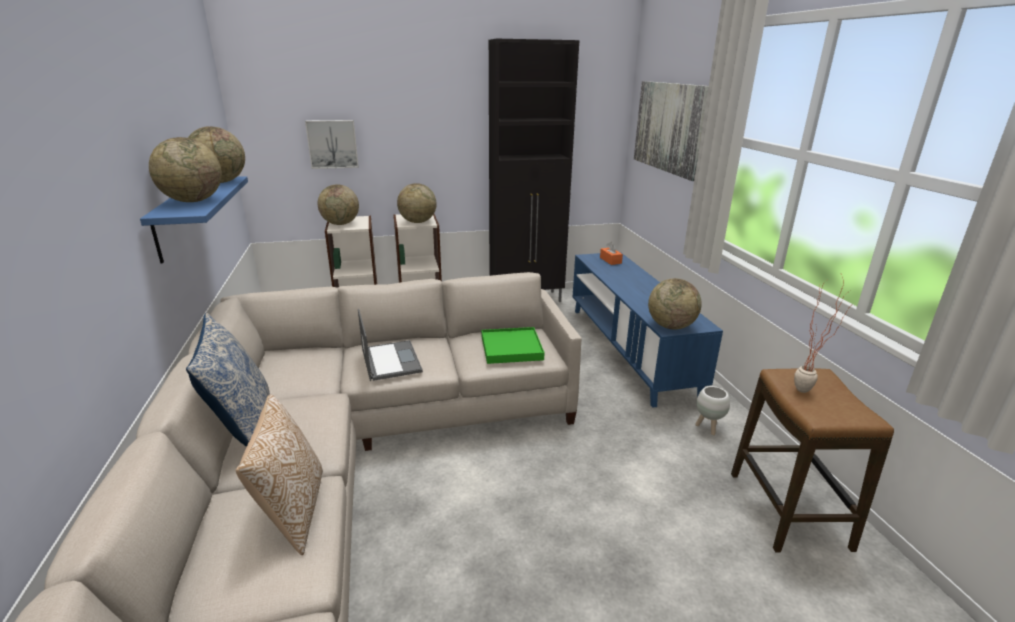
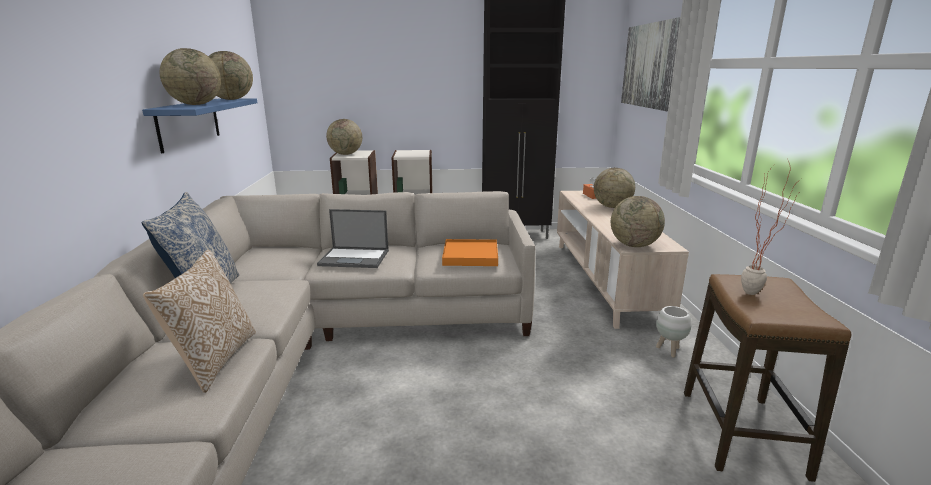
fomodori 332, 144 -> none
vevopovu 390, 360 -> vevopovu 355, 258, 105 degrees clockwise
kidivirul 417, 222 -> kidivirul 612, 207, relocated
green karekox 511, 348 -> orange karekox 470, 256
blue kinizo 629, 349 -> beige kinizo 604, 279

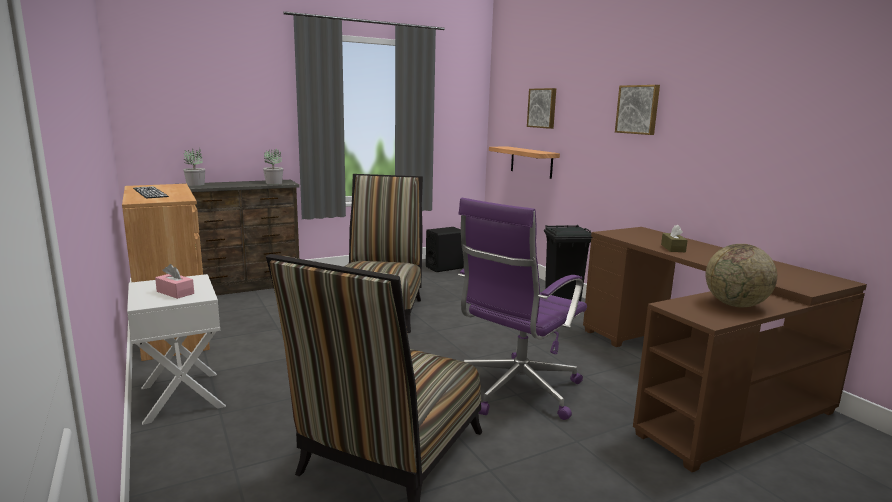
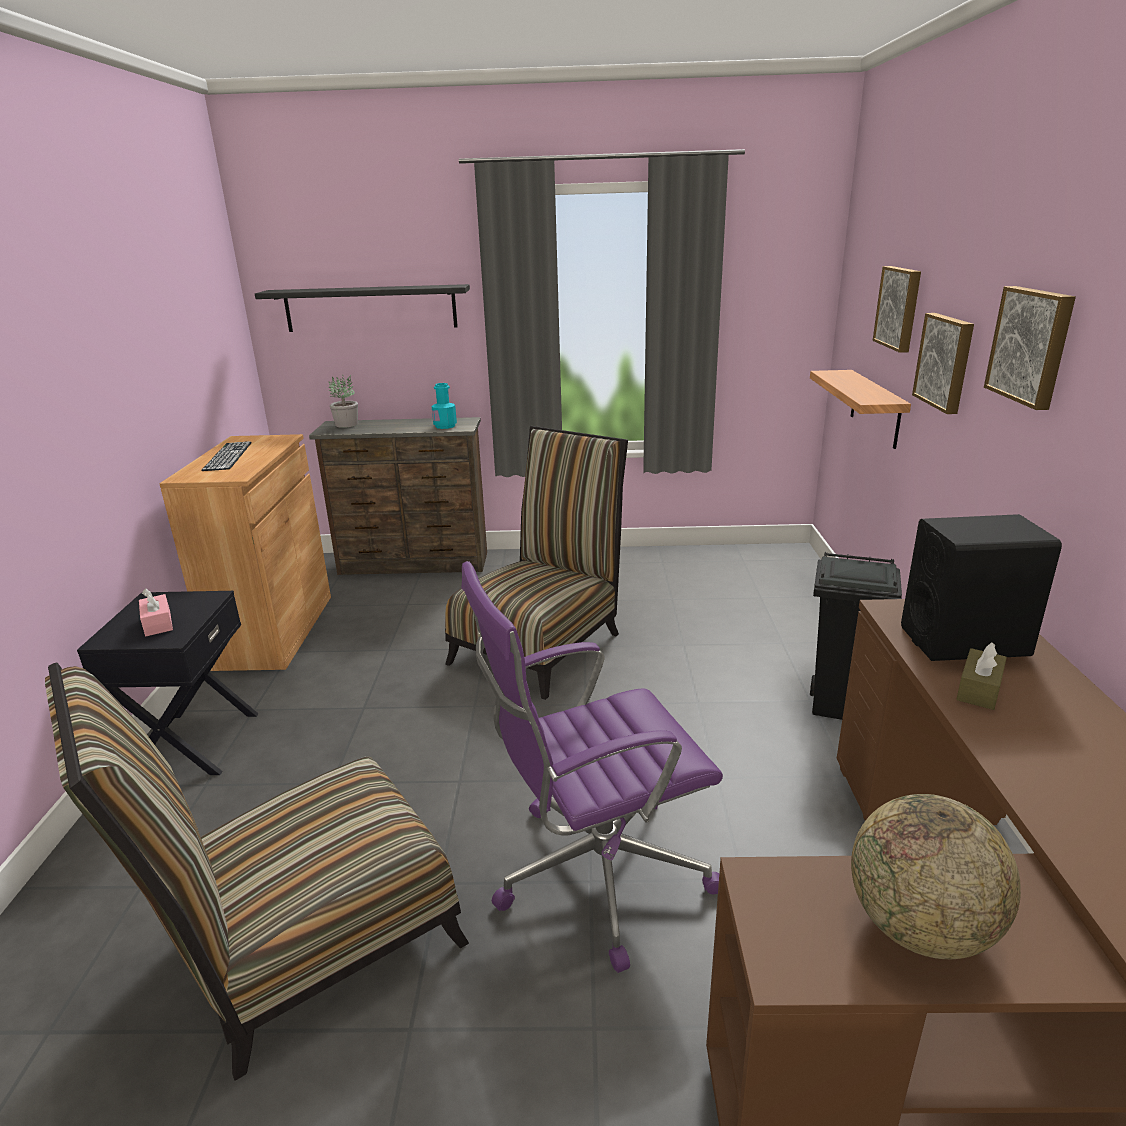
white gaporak 180, 397 -> black gaporak 193, 743
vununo 274, 183 -> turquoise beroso 445, 426
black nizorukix 444, 267 -> black nizorukix 964, 641, relocated
none -> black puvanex 370, 308
none -> fomodori 946, 362

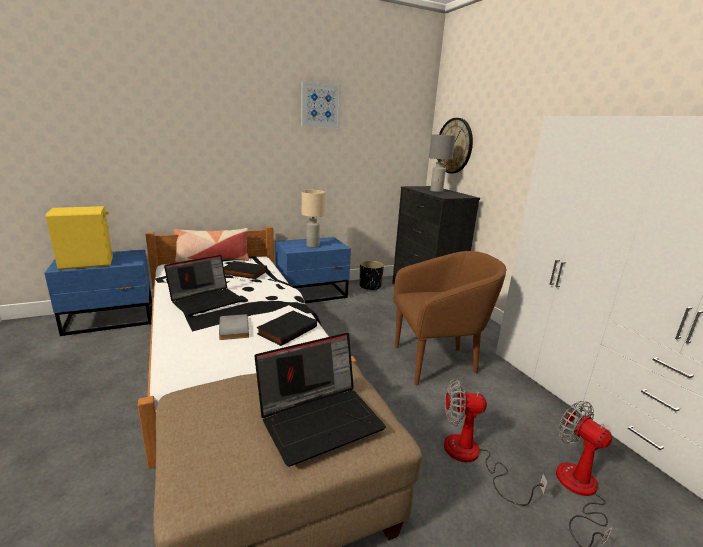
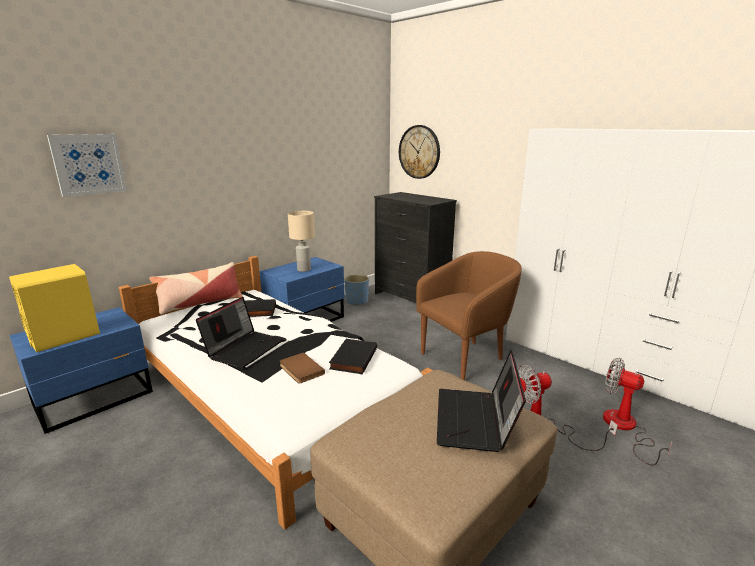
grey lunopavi 232, 328 -> brown lunopavi 300, 370
vevopovu 321, 419 -> vevopovu 475, 421, 150 degrees clockwise
fomodori 320, 105 -> fomodori 88, 164, relocated
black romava 370, 286 -> blue romava 356, 301
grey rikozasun 436, 191 -> none

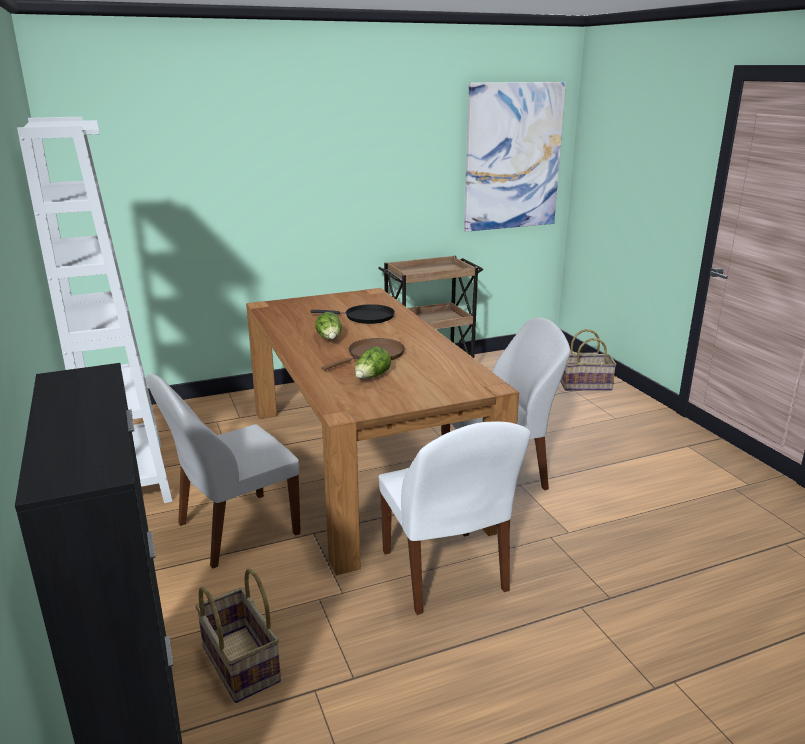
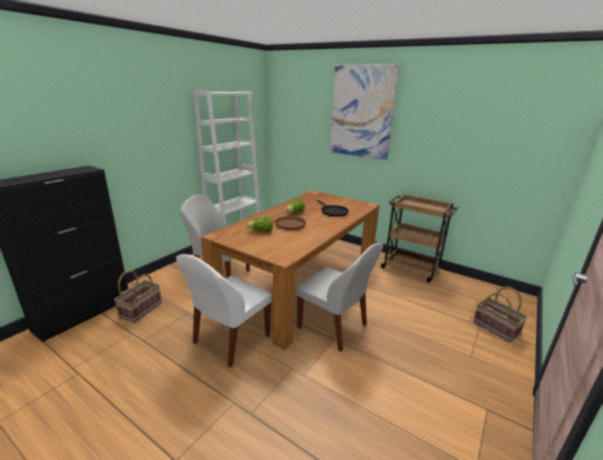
fomodori 512, 157 -> fomodori 362, 112, relocated

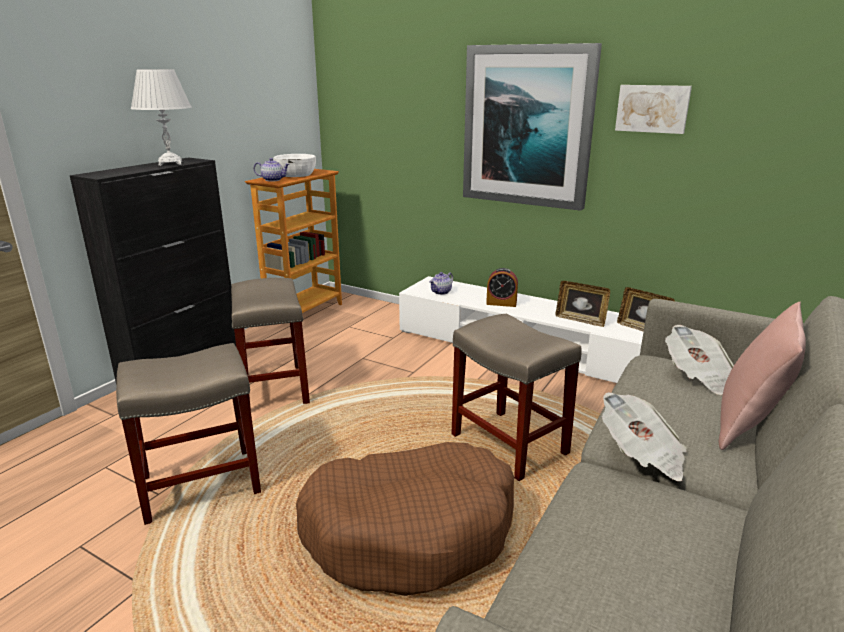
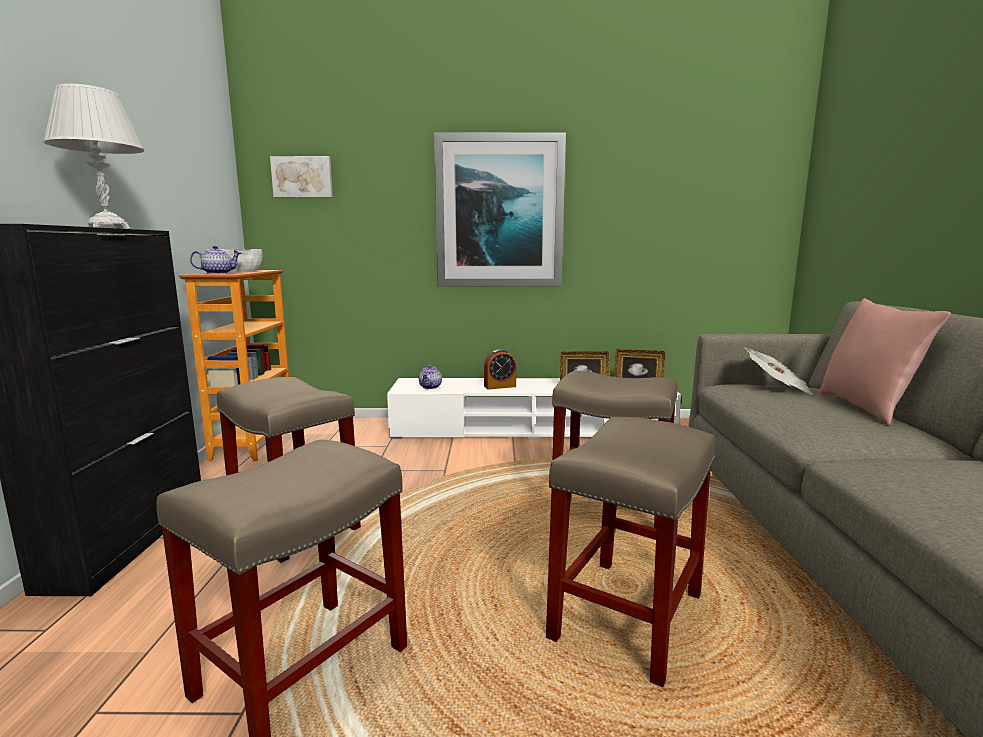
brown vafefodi 411, 531 -> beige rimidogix 627, 618
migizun 642, 455 -> none
fomodori 652, 108 -> fomodori 302, 177, relocated

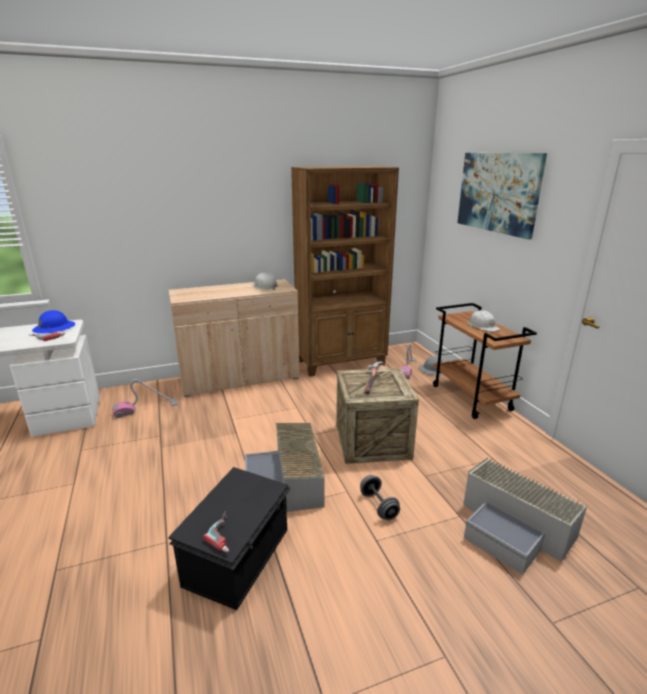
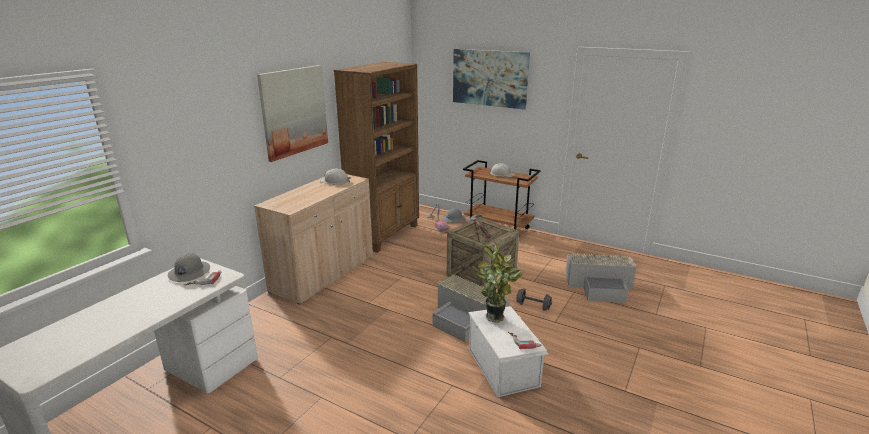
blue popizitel 54, 328 -> grey popizitel 189, 272
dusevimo 146, 408 -> none
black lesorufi 239, 556 -> white lesorufi 503, 366
none -> fomodori 294, 111
none -> vununo 496, 318

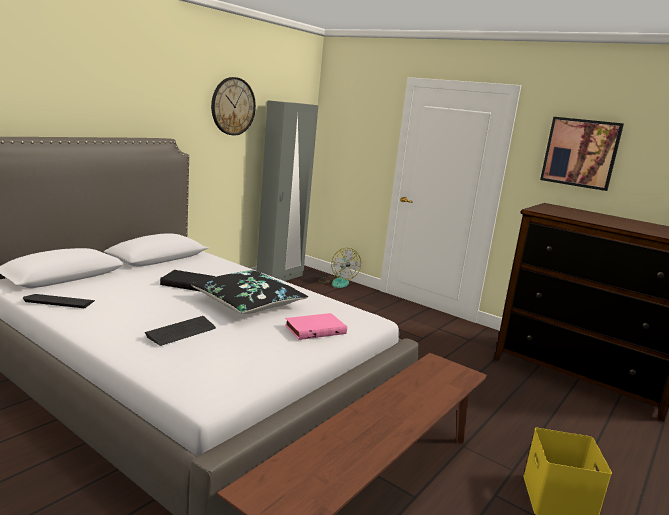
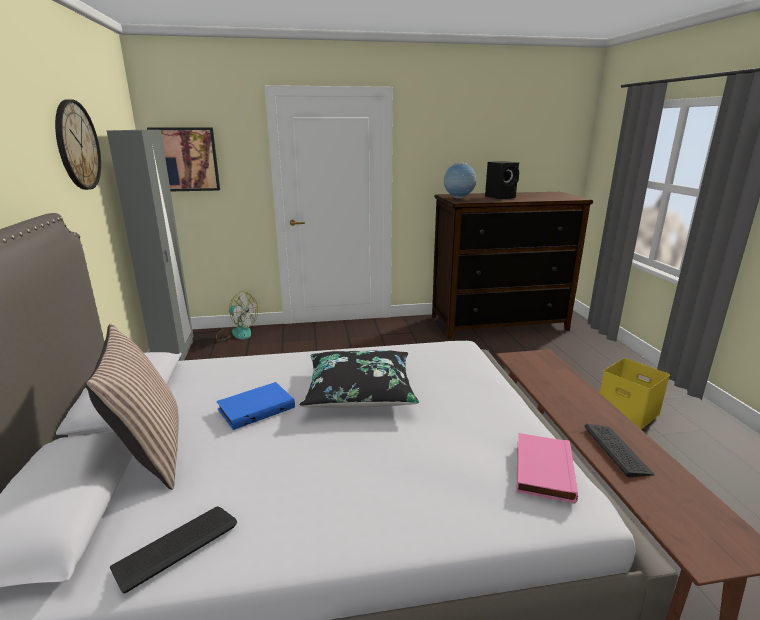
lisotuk 181, 332 -> lisotuk 616, 450, relocated
black lunopavi 189, 283 -> blue lunopavi 256, 408
pink lunopavi 315, 329 -> pink lunopavi 541, 469, relocated
fomodori 580, 153 -> fomodori 185, 159, relocated
none -> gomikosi 150, 452
none -> kidivirul 458, 198
none -> black nizorukix 501, 197

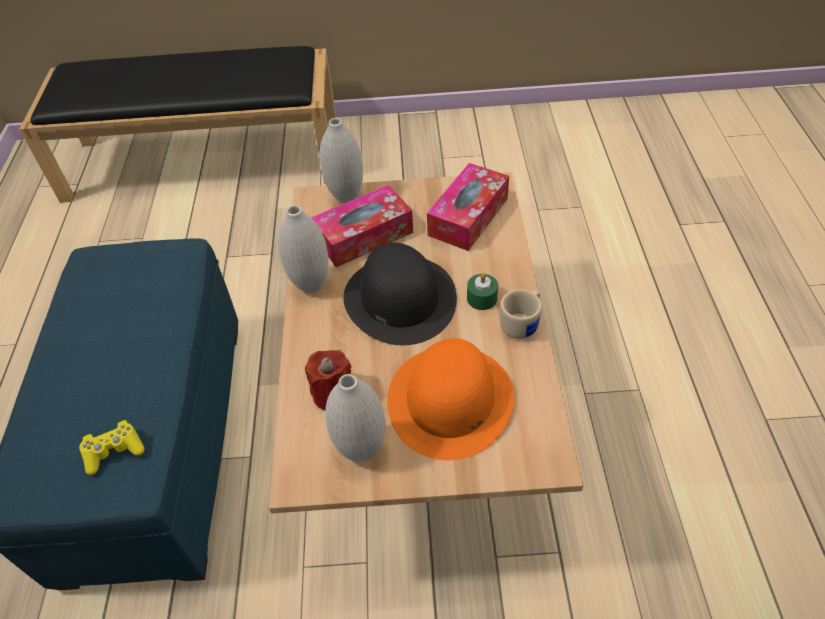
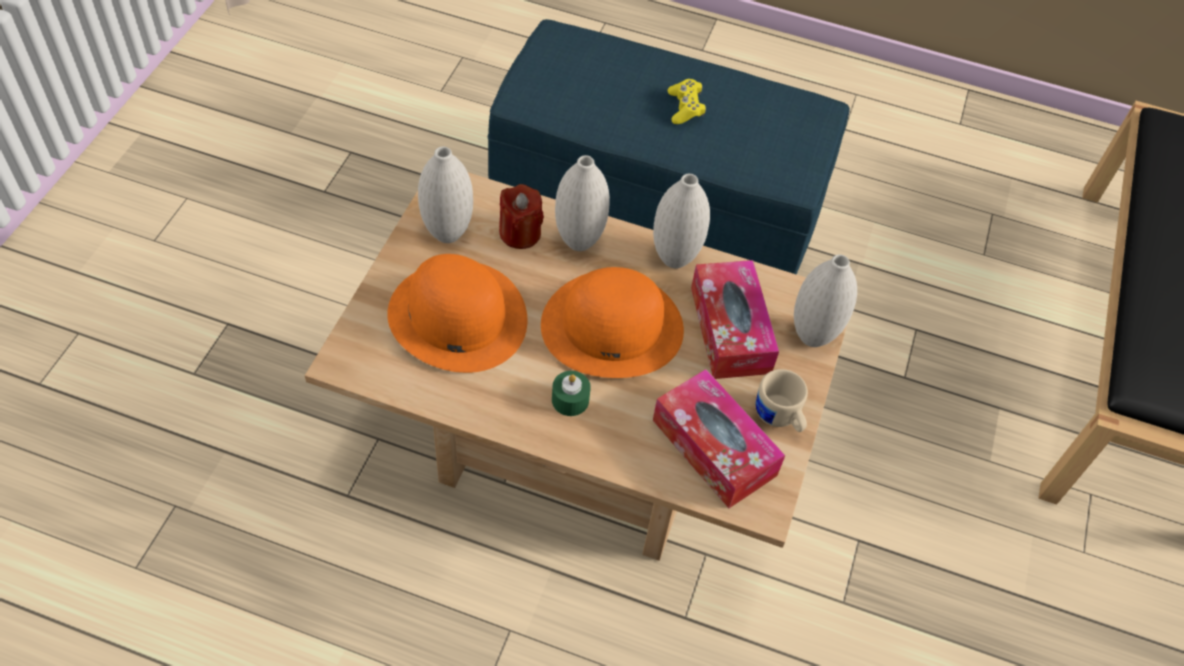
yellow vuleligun 114, 451 -> yellow vuleligun 685, 108, relocated
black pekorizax 399, 298 -> orange pekorizax 613, 326
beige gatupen 522, 323 -> beige gatupen 779, 418, relocated
none -> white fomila 579, 241

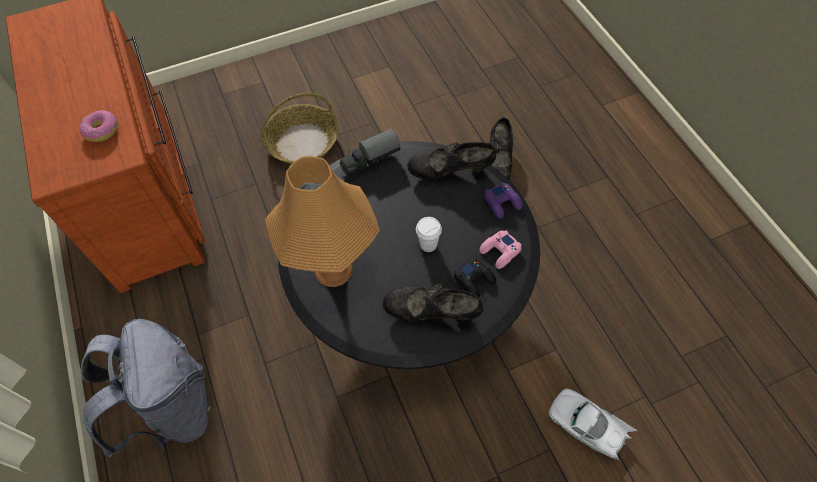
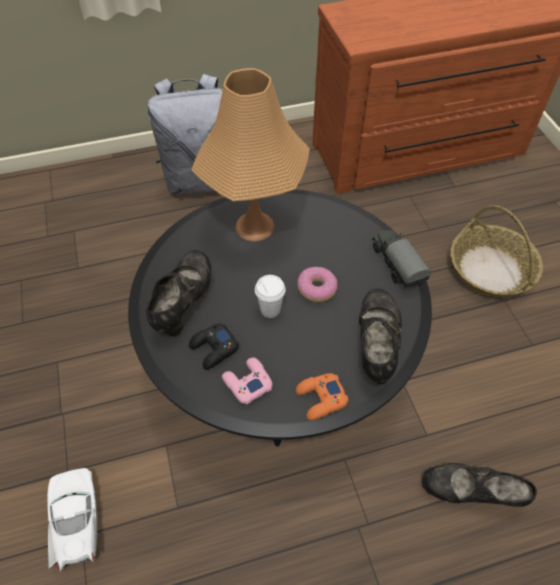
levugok 101, 130 -> levugok 317, 288, relocated
purple vuleligun 502, 203 -> orange vuleligun 321, 399
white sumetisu 586, 426 -> white sumetisu 77, 520, 60 degrees counterclockwise

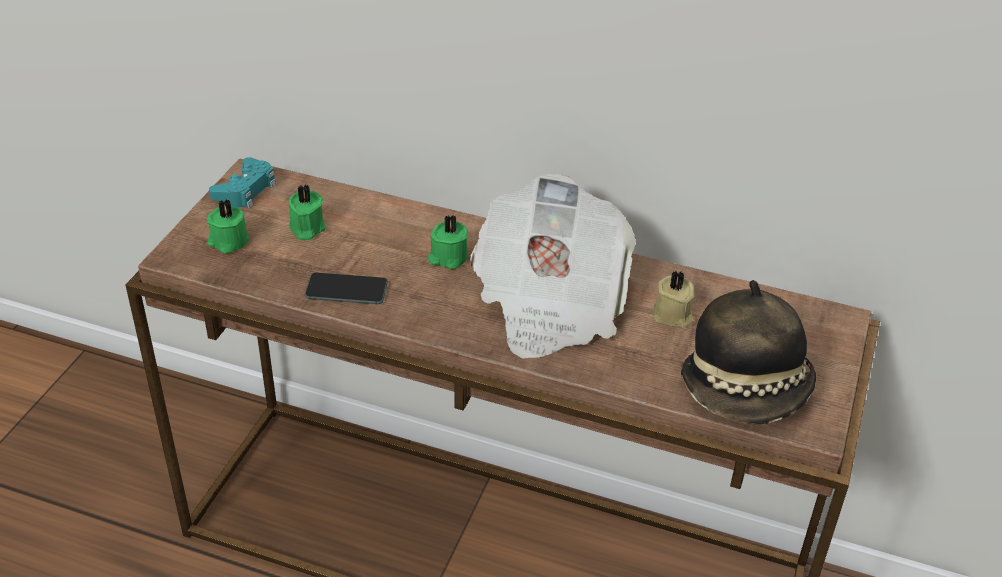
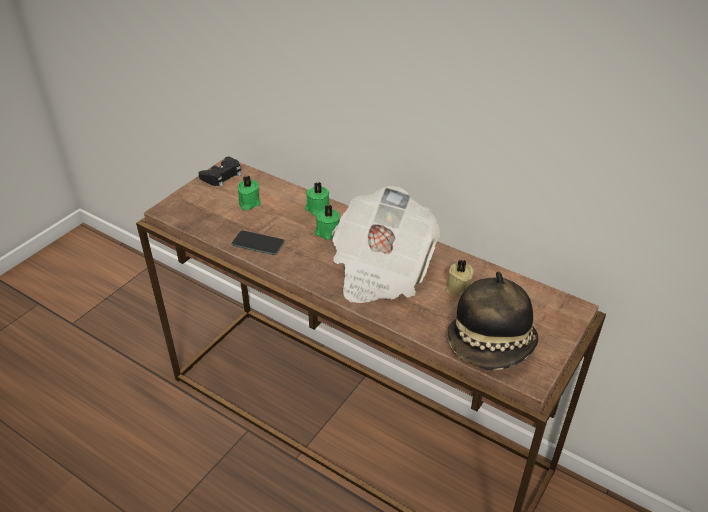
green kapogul 228, 242 -> green kapogul 317, 208, relocated
turquoise vuleligun 245, 190 -> black vuleligun 222, 176

